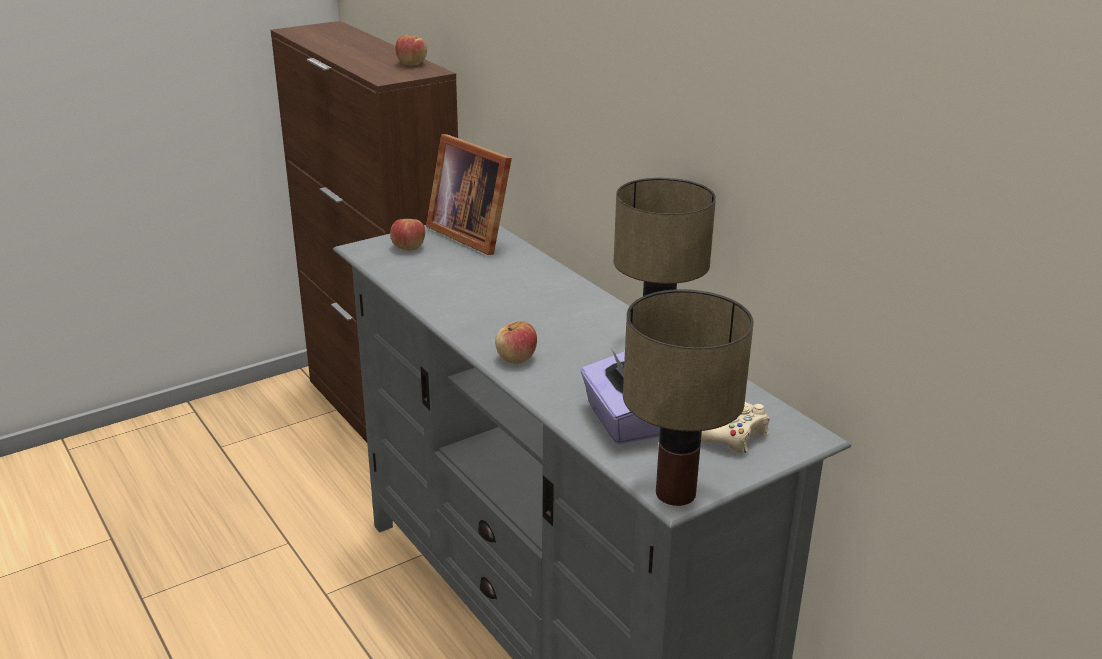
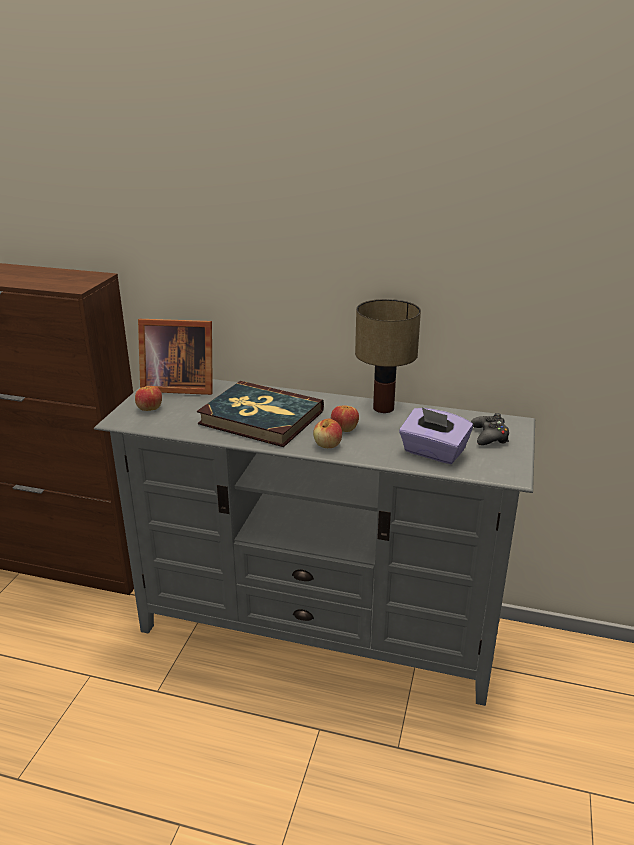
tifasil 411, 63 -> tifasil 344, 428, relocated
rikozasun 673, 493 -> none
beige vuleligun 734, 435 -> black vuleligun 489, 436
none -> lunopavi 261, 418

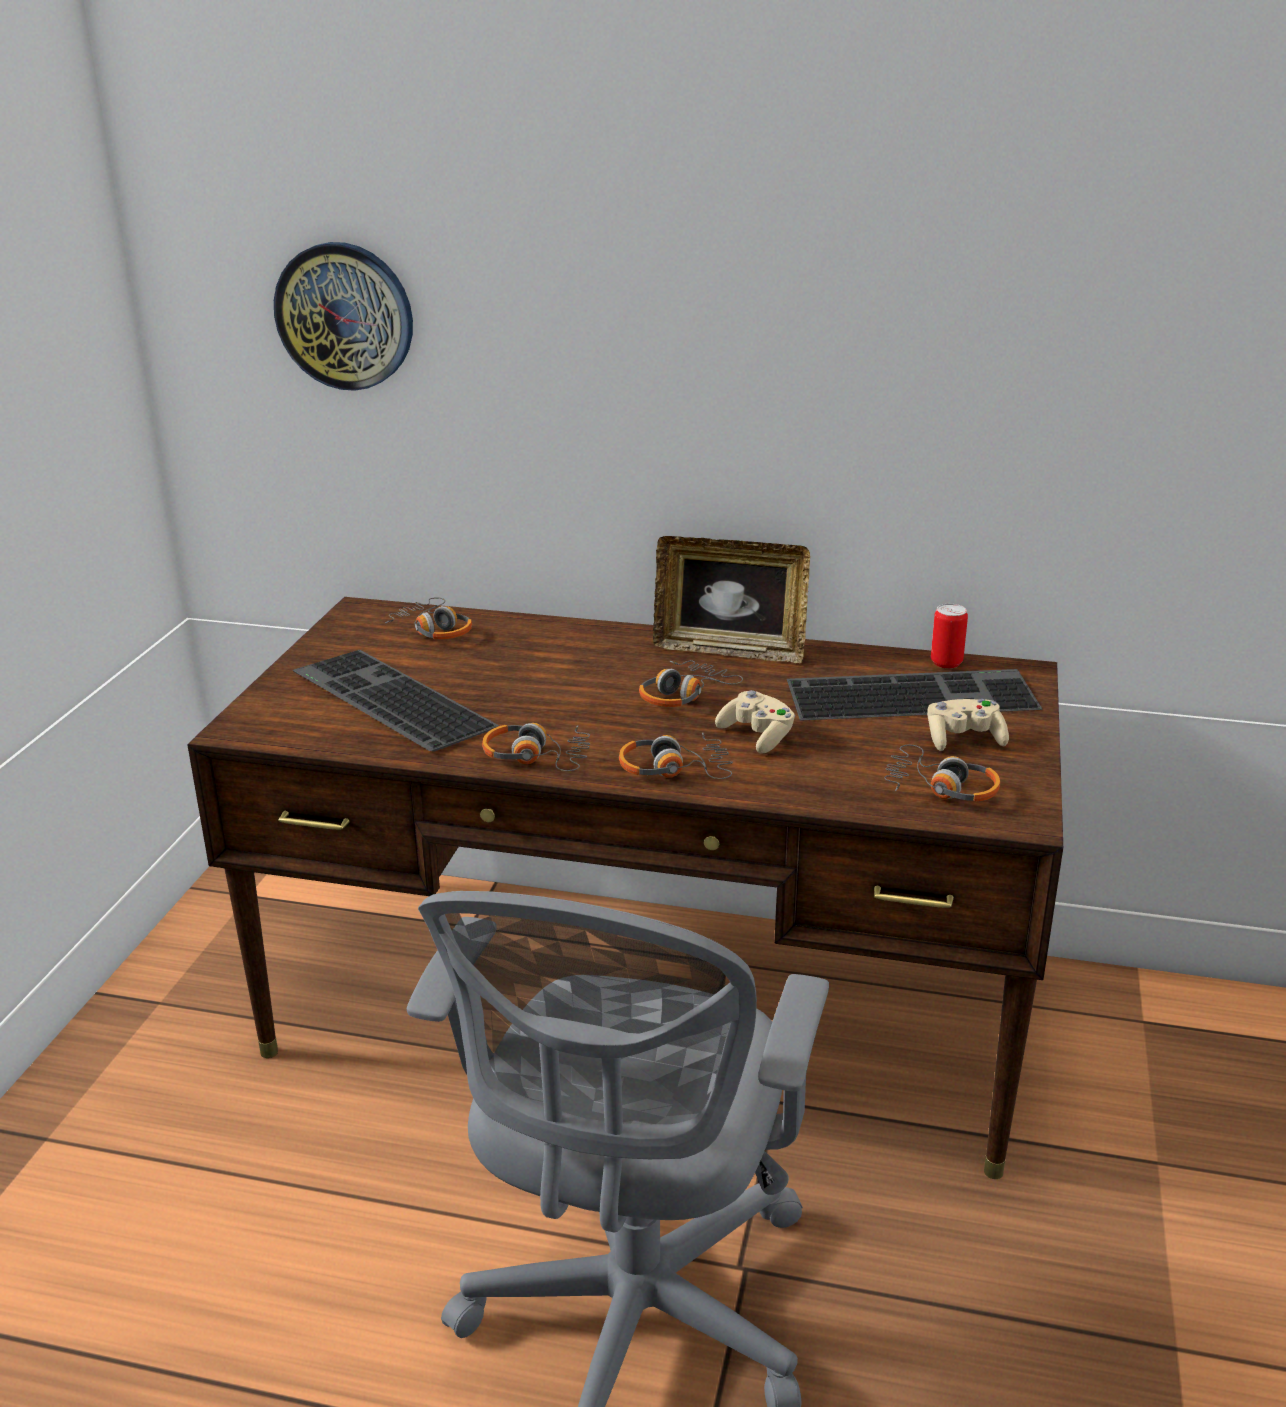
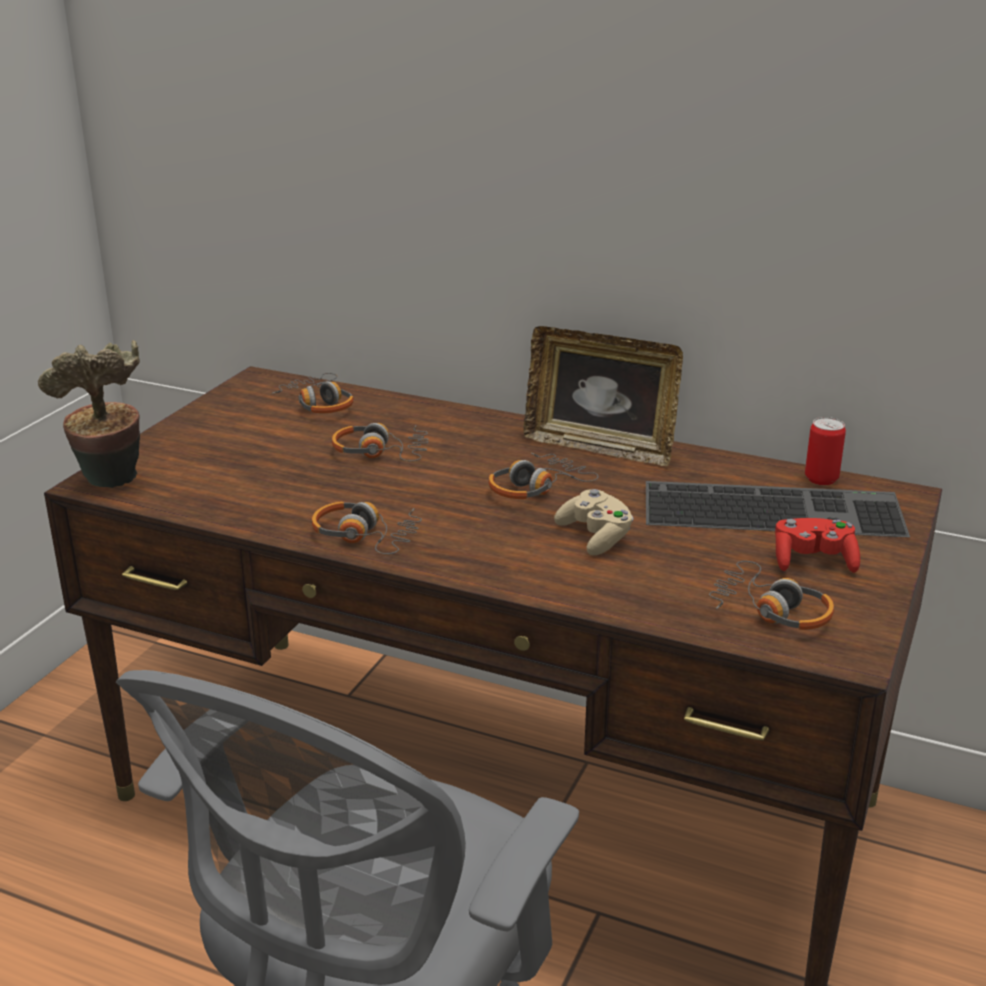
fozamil 345, 316 -> none
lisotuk 387, 700 -> none
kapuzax 675, 769 -> kapuzax 381, 453, relocated
beige vuleligun 964, 740 -> red vuleligun 813, 561
none -> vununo 111, 483

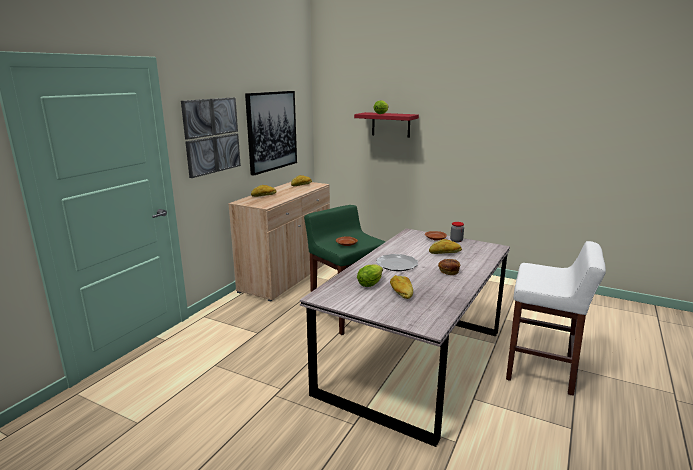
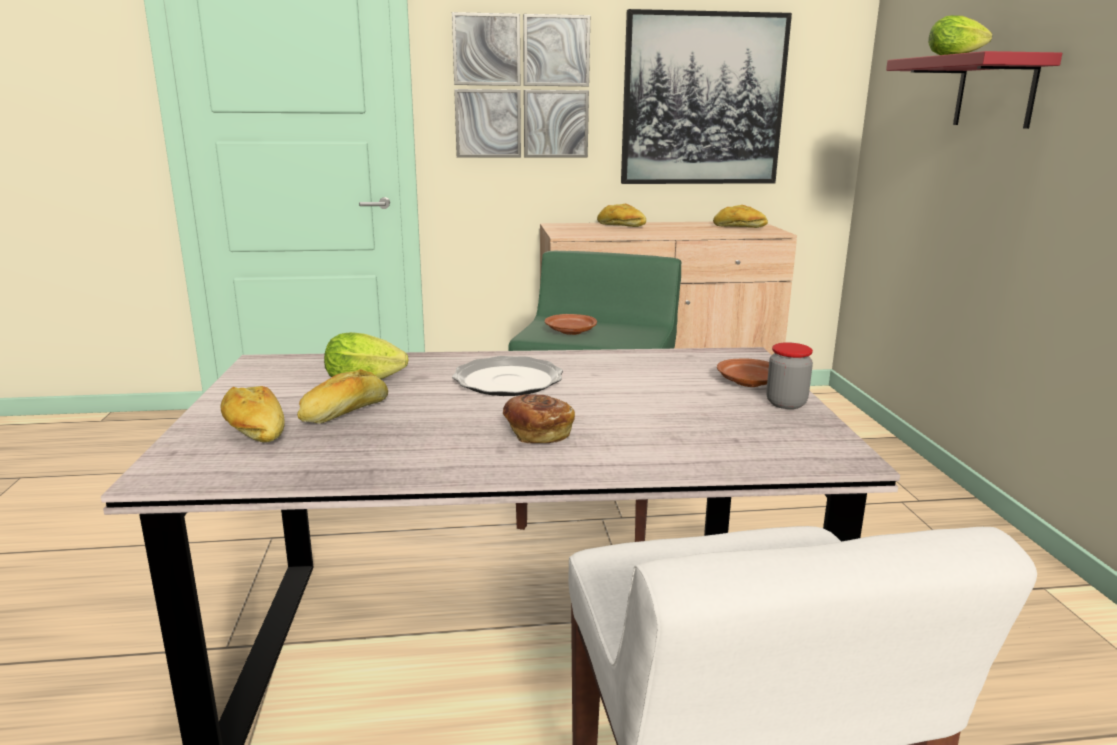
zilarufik 445, 253 -> zilarufik 253, 431, relocated

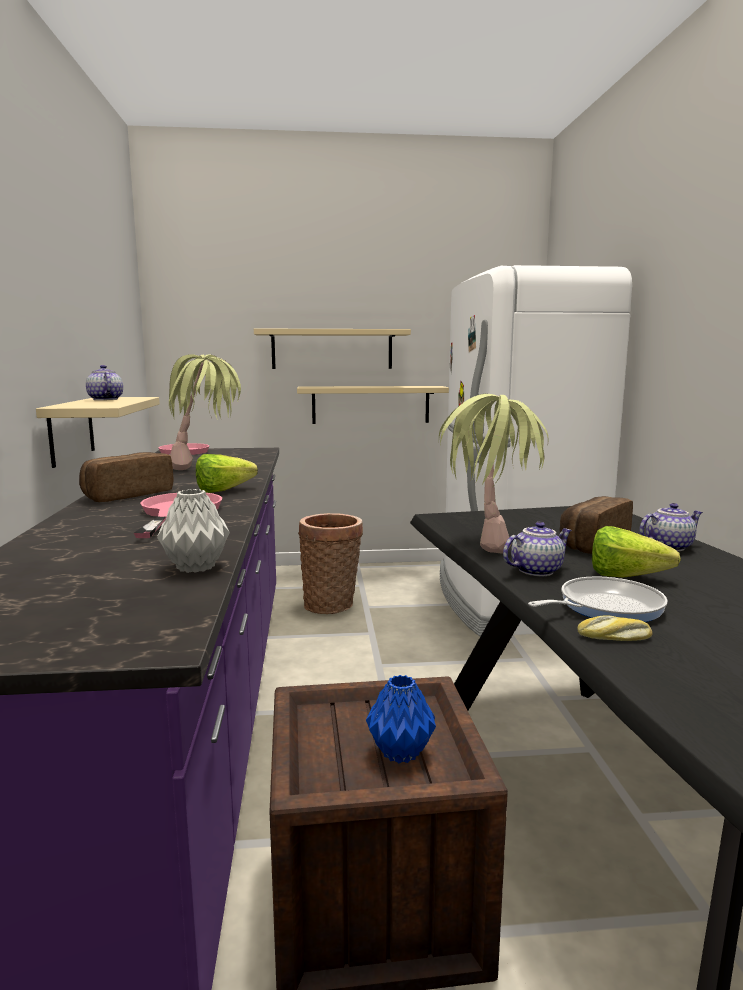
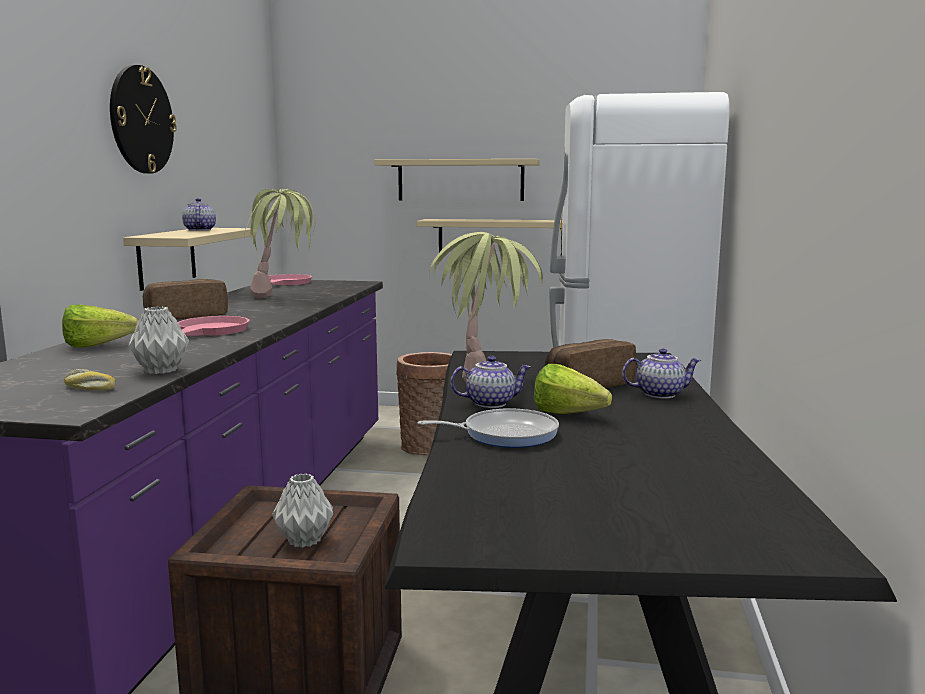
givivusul 229, 490 -> givivusul 103, 346, relocated
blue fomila 401, 753 -> grey fomila 304, 541
zilarufik 614, 637 -> zilarufik 88, 388, relocated
none -> fozamil 141, 120

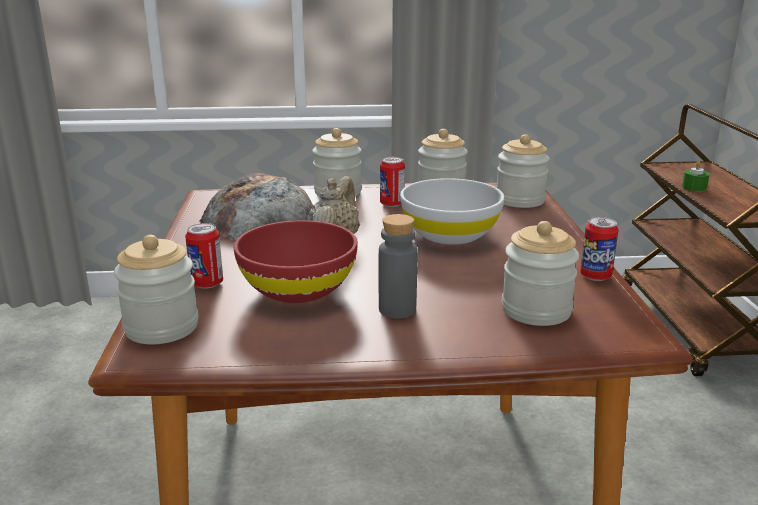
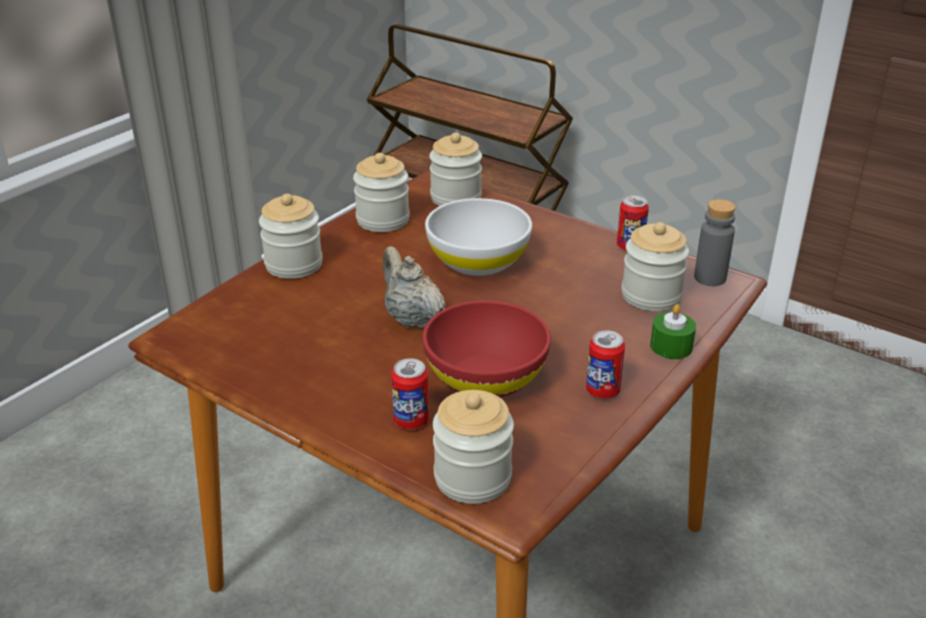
zilarufik 259, 215 -> none
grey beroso 397, 309 -> grey beroso 710, 278, relocated
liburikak 392, 204 -> liburikak 602, 391, relocated
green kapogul 694, 187 -> green kapogul 671, 346, relocated

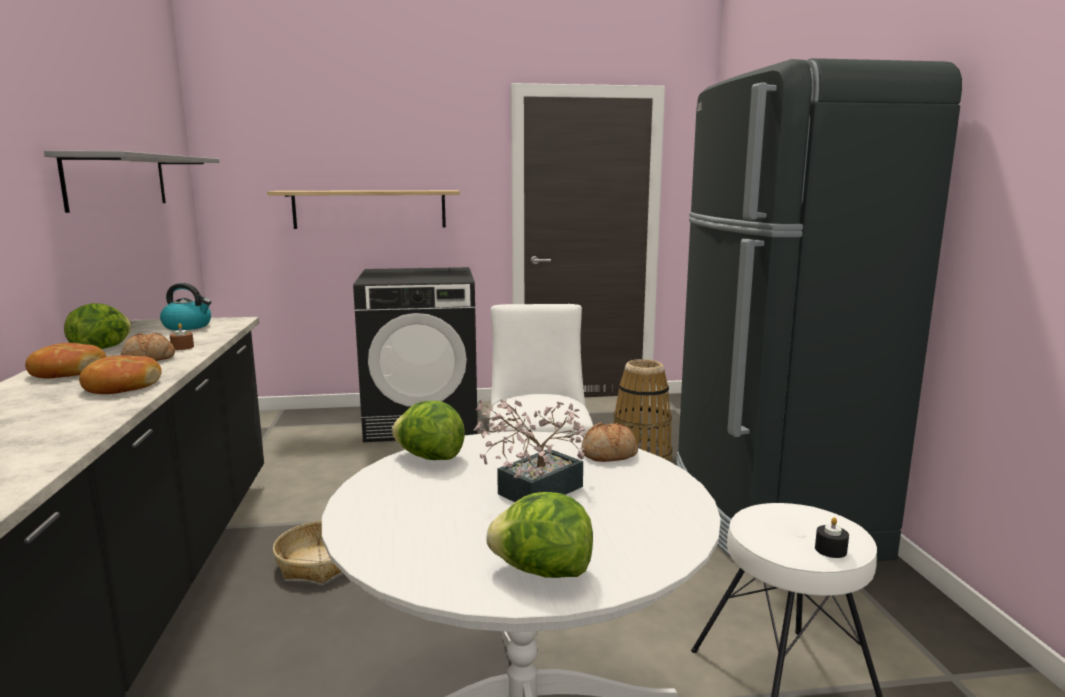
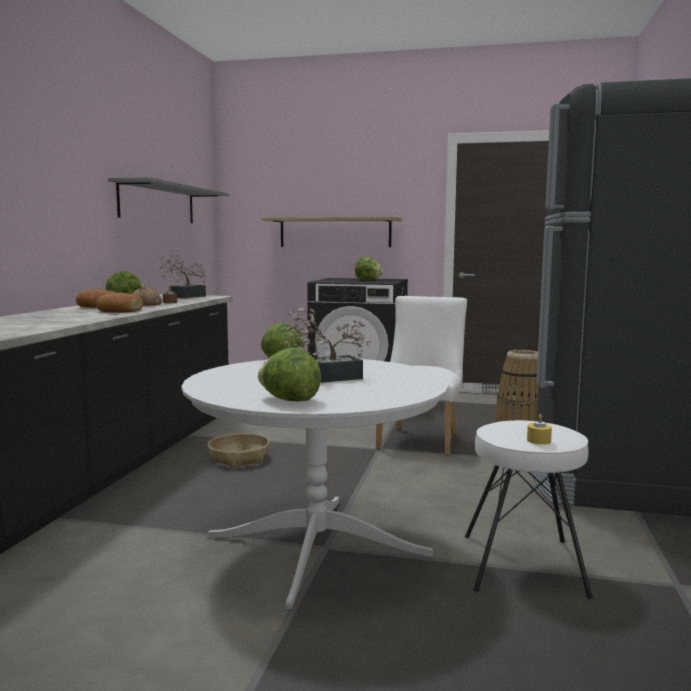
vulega 188, 326 -> vununo 184, 297
zilarufik 609, 454 -> none
black kapogul 830, 550 -> yellow kapogul 538, 441
none -> givivusul 368, 280

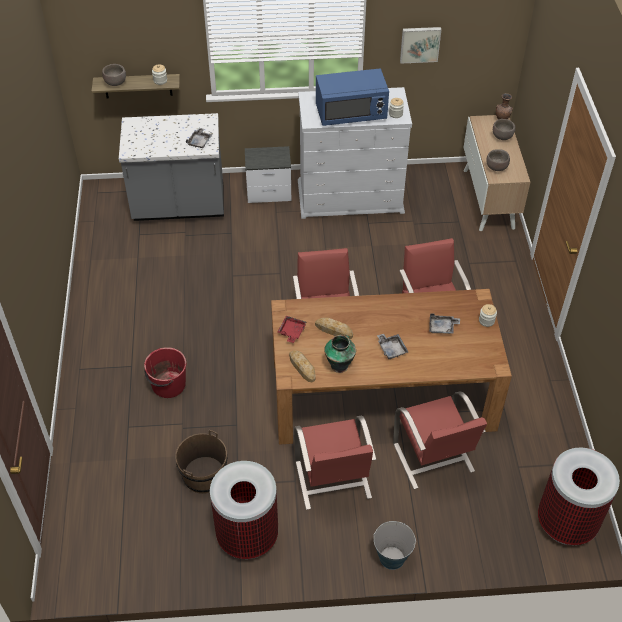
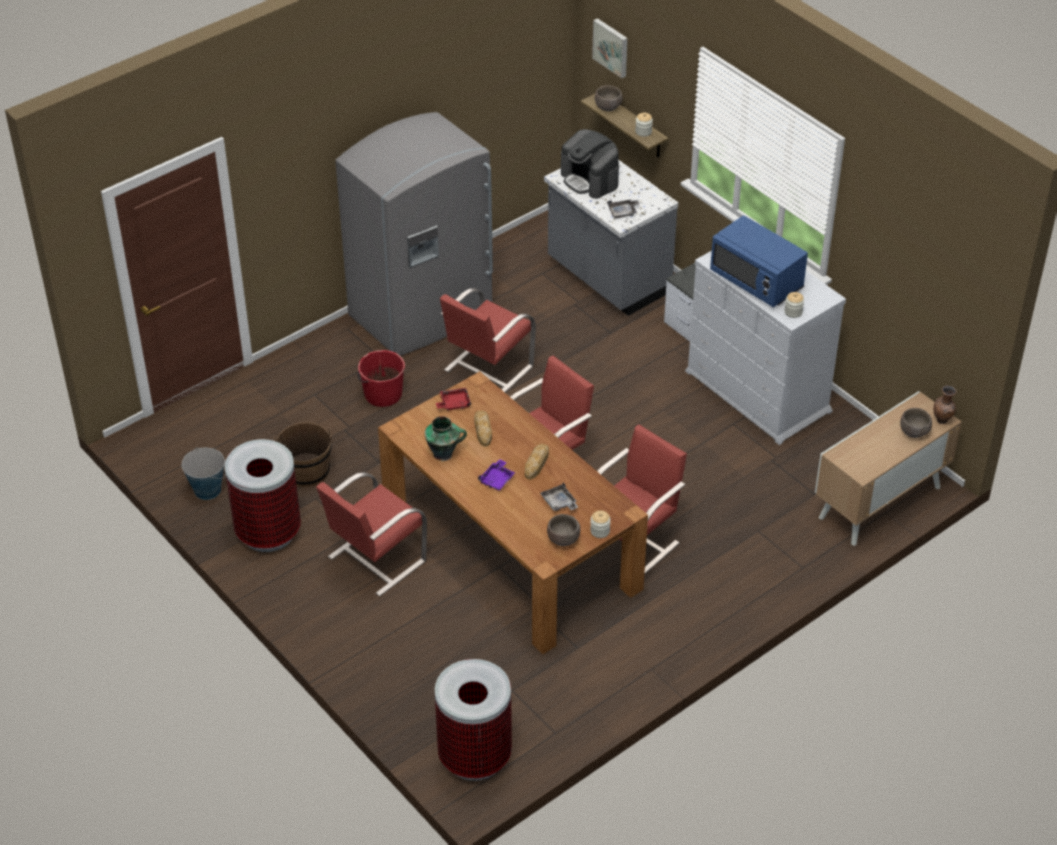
zilarufik 302, 367 -> zilarufik 537, 463, relocated
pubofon 391, 557 -> pubofon 207, 490, relocated
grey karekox 391, 349 -> purple karekox 497, 479
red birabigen 433, 459 -> red birabigen 487, 369, relocated
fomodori 420, 44 -> fomodori 611, 47, relocated
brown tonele 496, 167 -> brown tonele 563, 540, relocated
none -> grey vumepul 422, 313
none -> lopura 590, 179

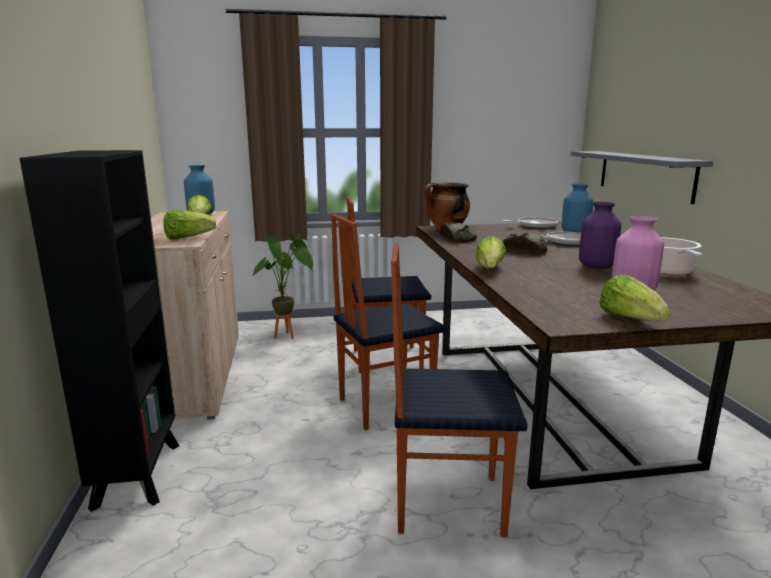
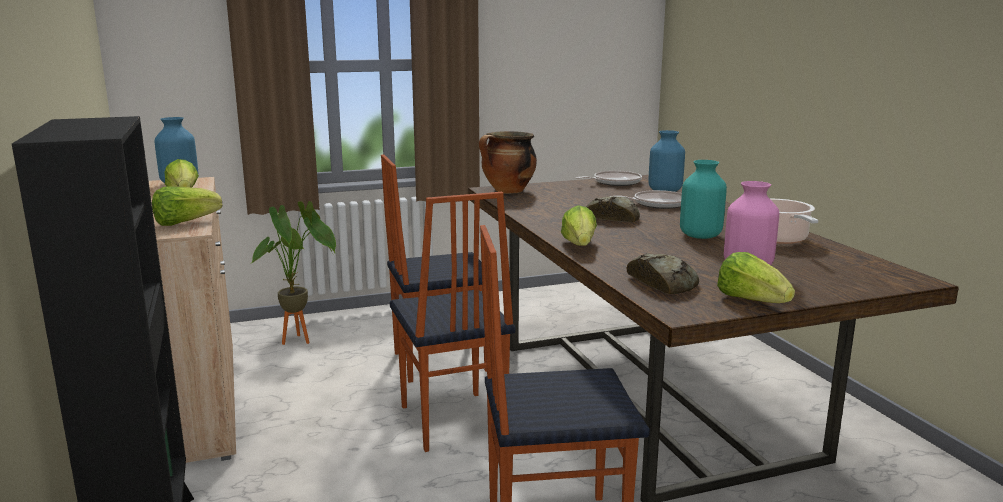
birabigen 384, 405 -> birabigen 451, 421, 75 degrees counterclockwise
zilarufik 457, 238 -> zilarufik 663, 283, relocated
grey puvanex 644, 174 -> none
purple fomila 597, 266 -> turquoise fomila 701, 235

